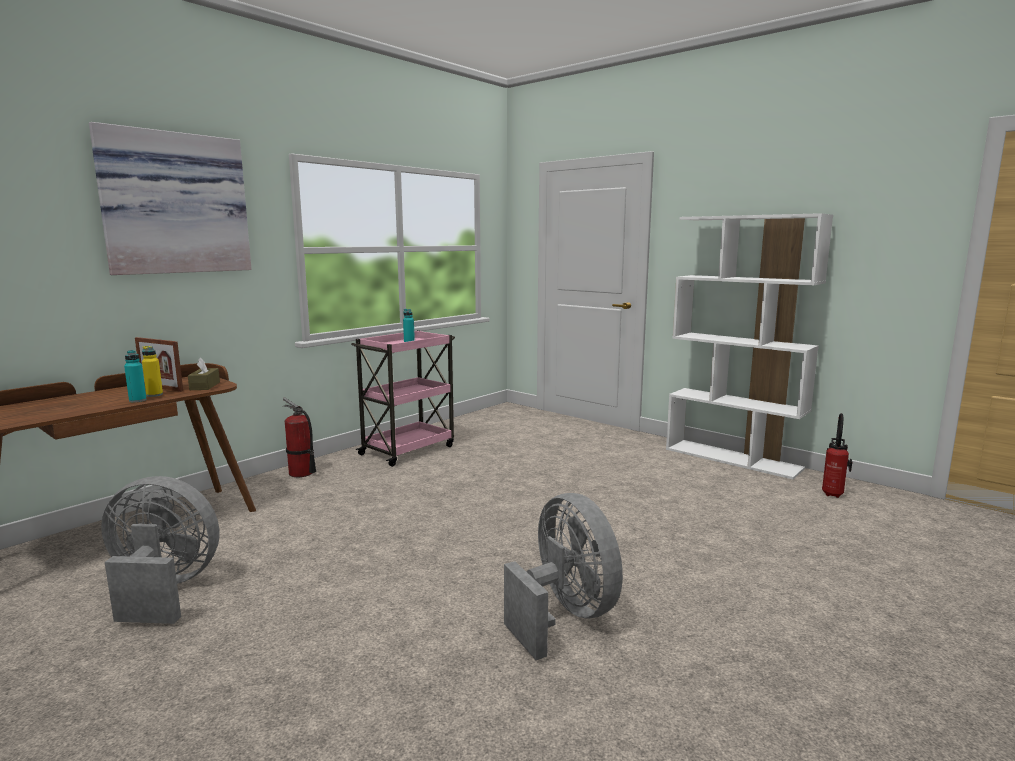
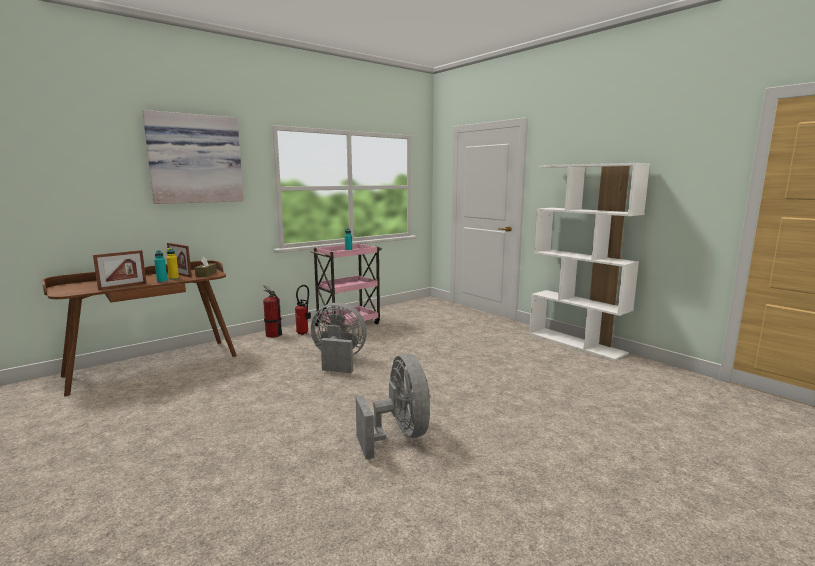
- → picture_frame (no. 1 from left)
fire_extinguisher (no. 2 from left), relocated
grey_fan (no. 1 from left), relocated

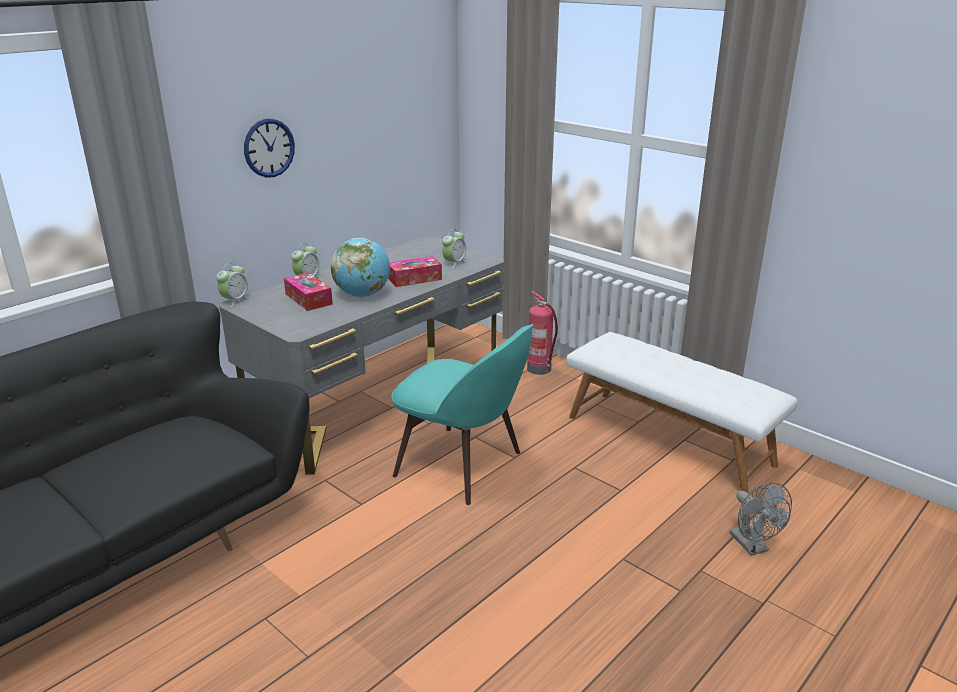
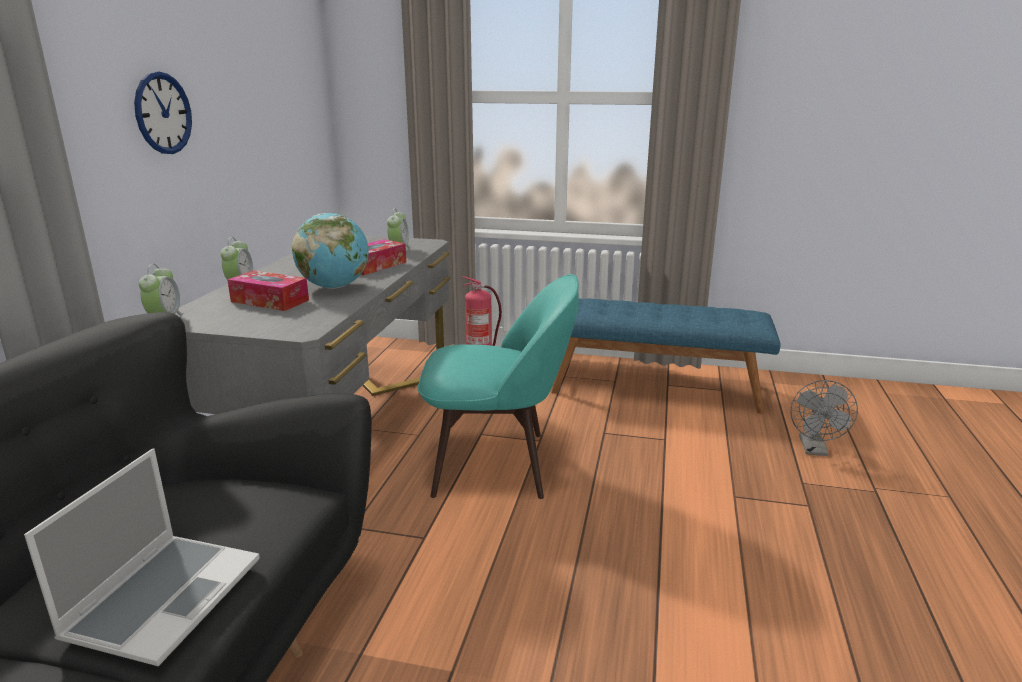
- → laptop
white_bench → blue_bench
grey_fan, 60 degrees clockwise

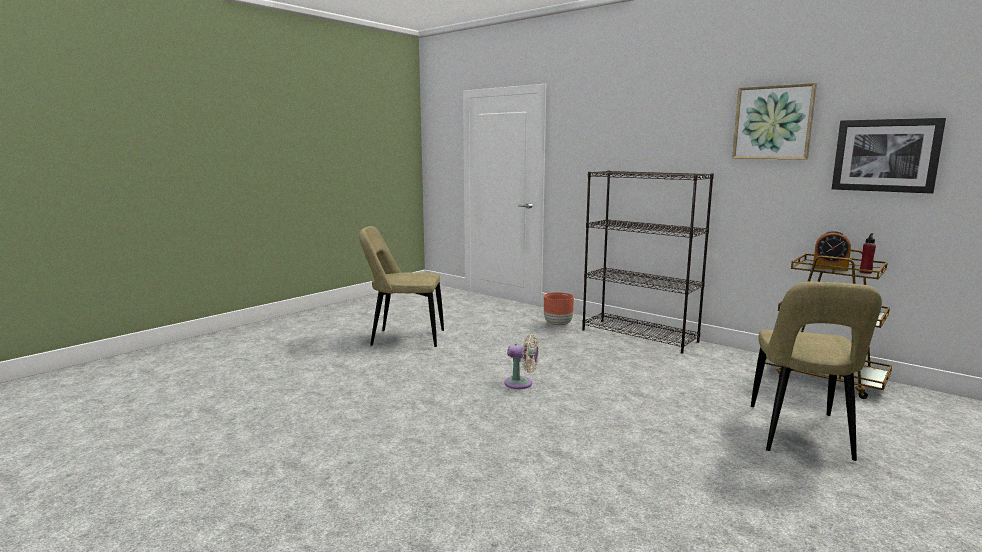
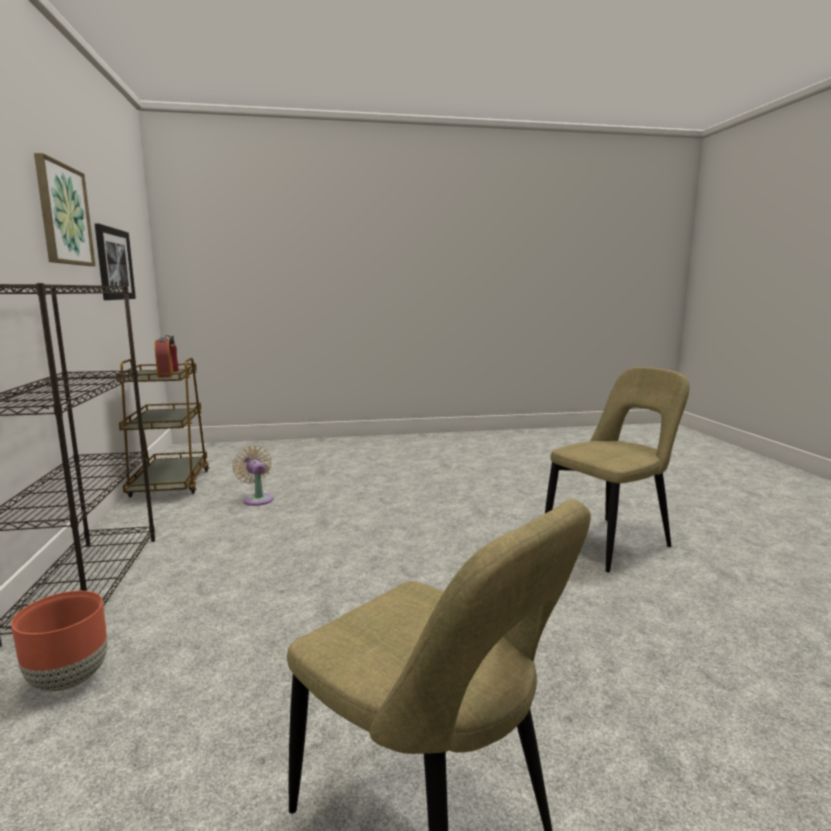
beige_fan, relocated
beige_chair (no. 2 from left), relocated

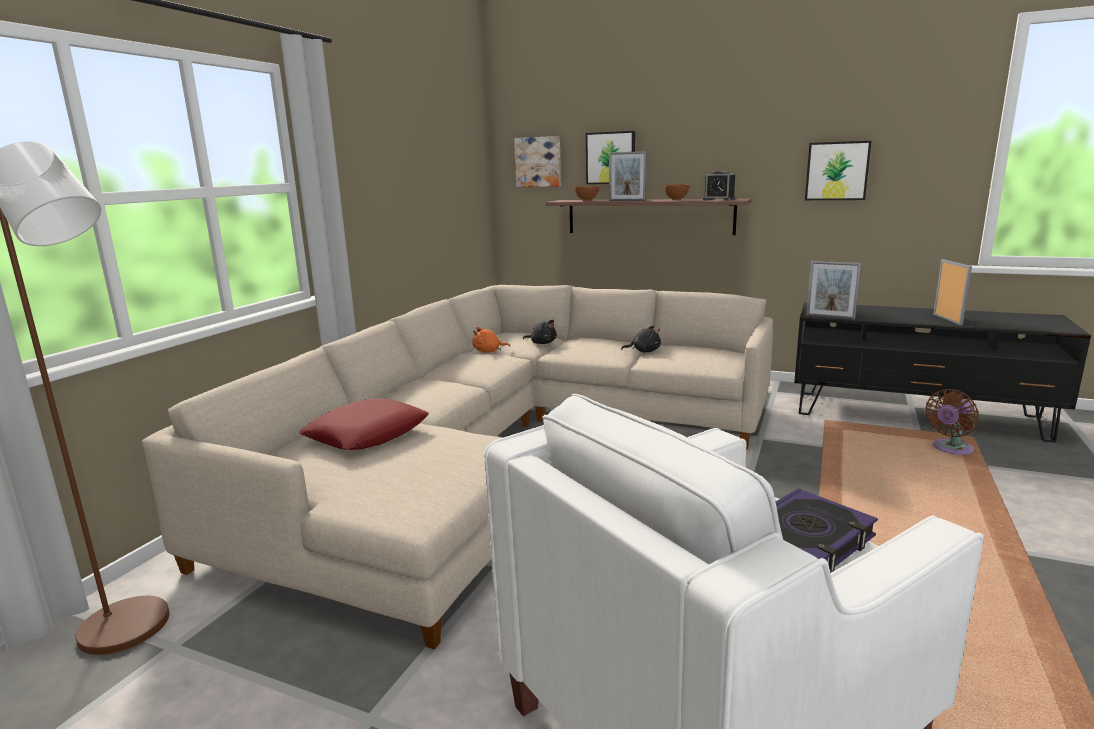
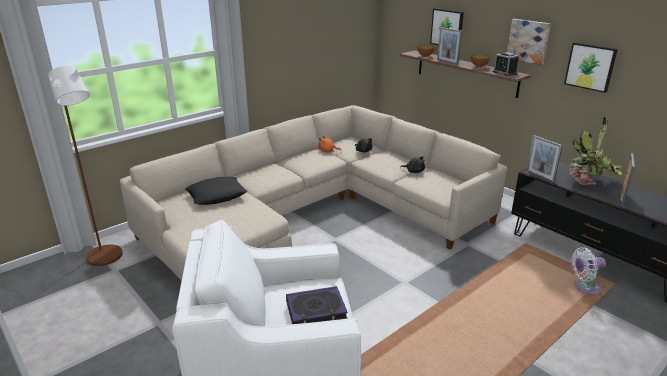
red_pillow → black_pillow
picture (no. 1 from left in the first image) → picture (no. 2 from left), relocated
- → potted_plant
brown_fan → white_fan

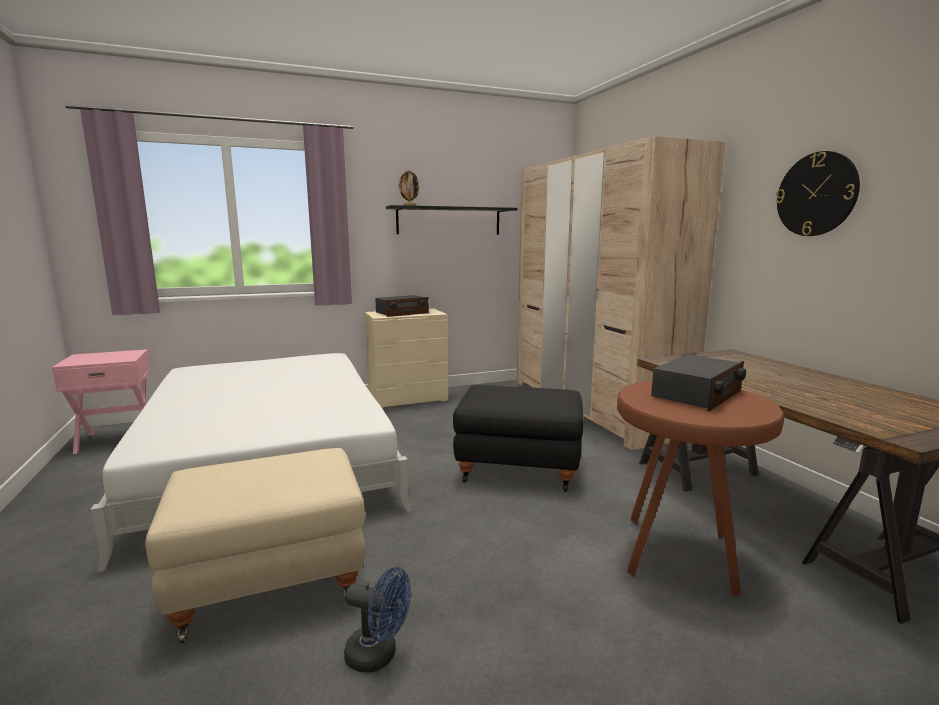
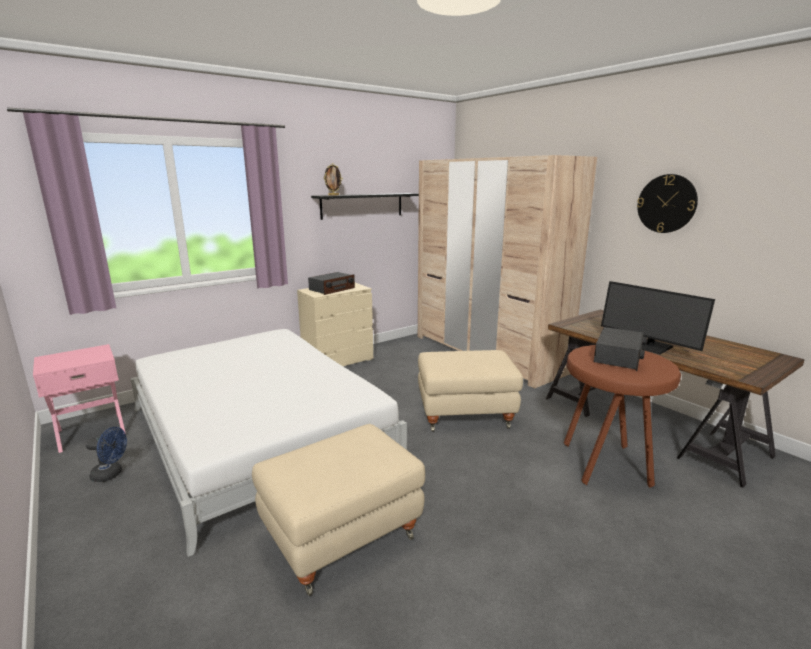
blue_fan, relocated
black_ottoman → beige_ottoman (no. 2 from left)
- → monitor

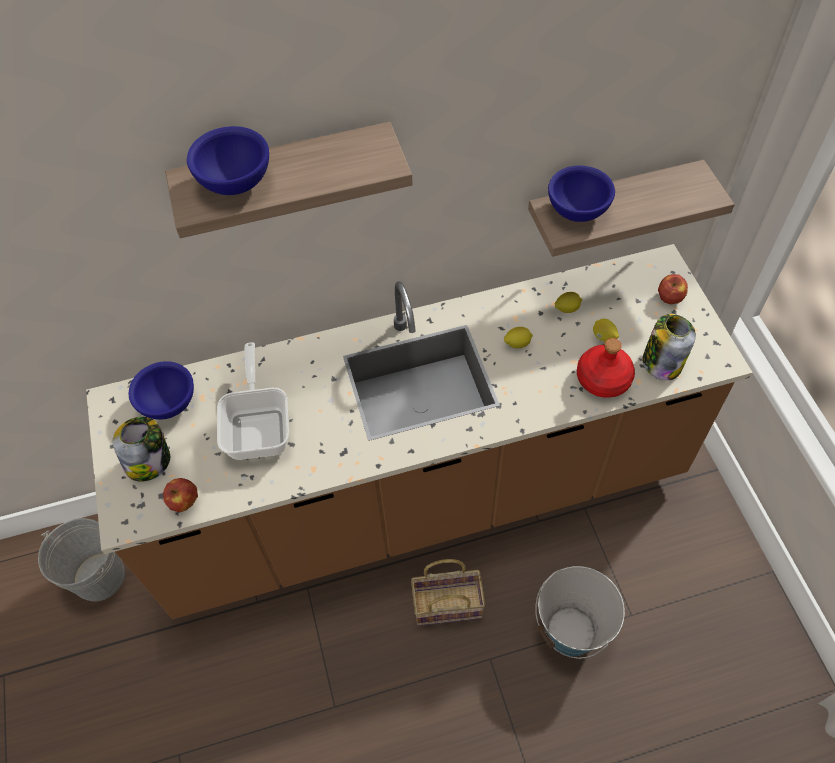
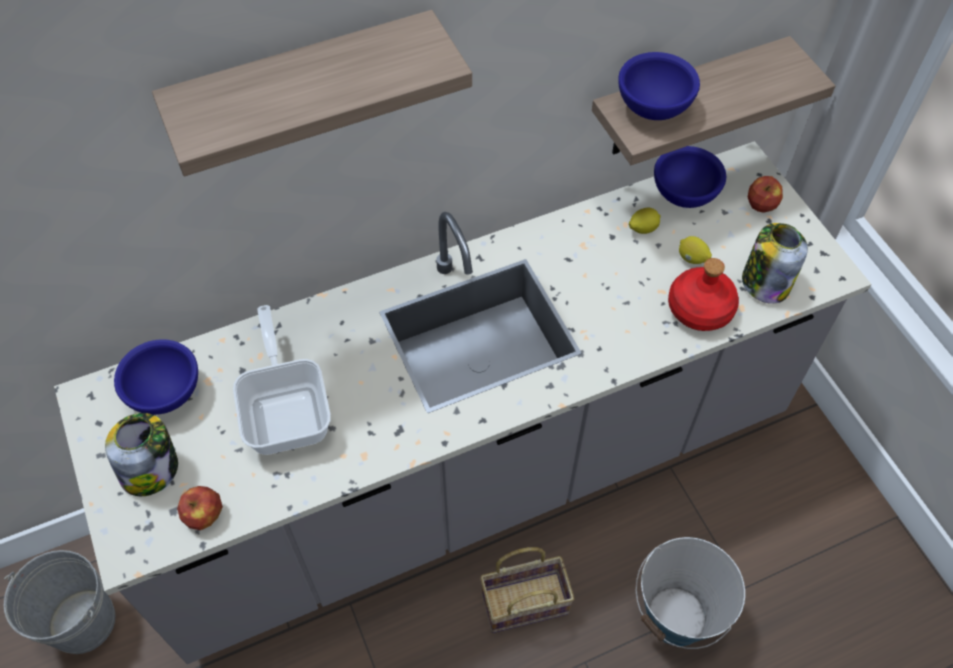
brown_counter → grey_counter
blue_bowl (no. 2 from left in the first image) → blue_bowl (no. 3 from left), relocated
lemon (no. 1 from left) → -

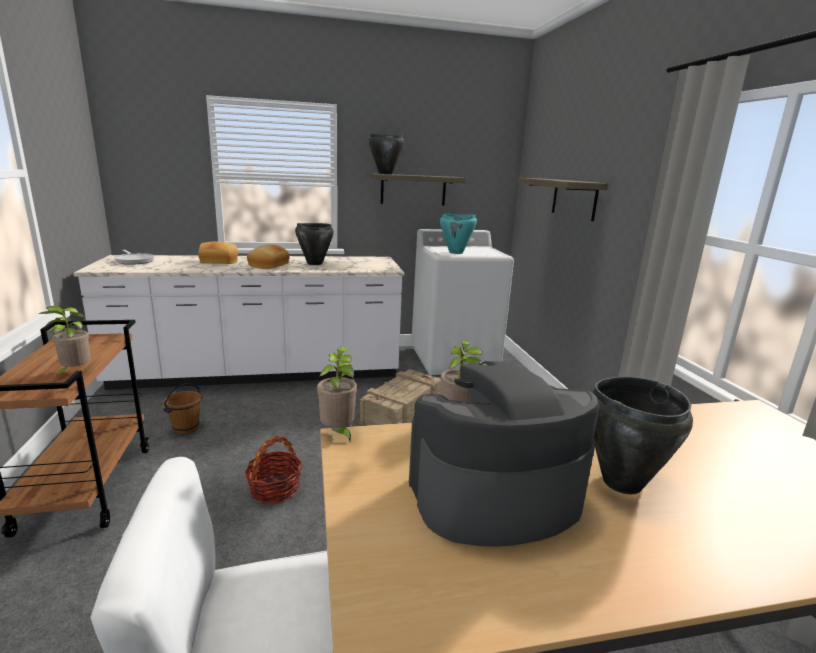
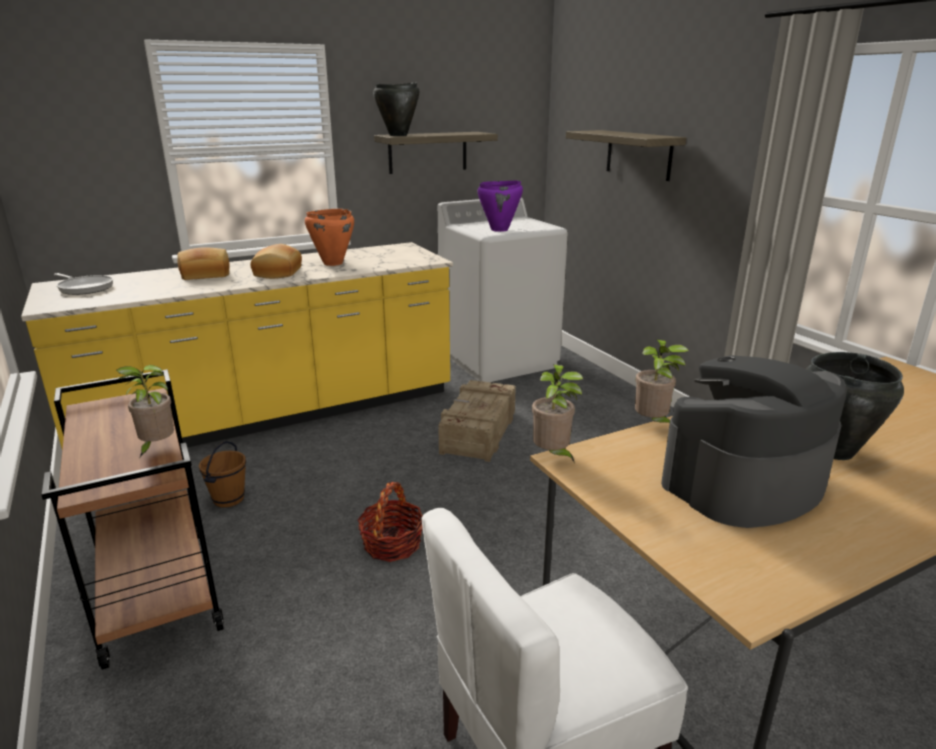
white_counter → yellow_counter
black_cooking_pot (no. 1 from left) → orange_cooking_pot
turquoise_cooking_pot → purple_cooking_pot

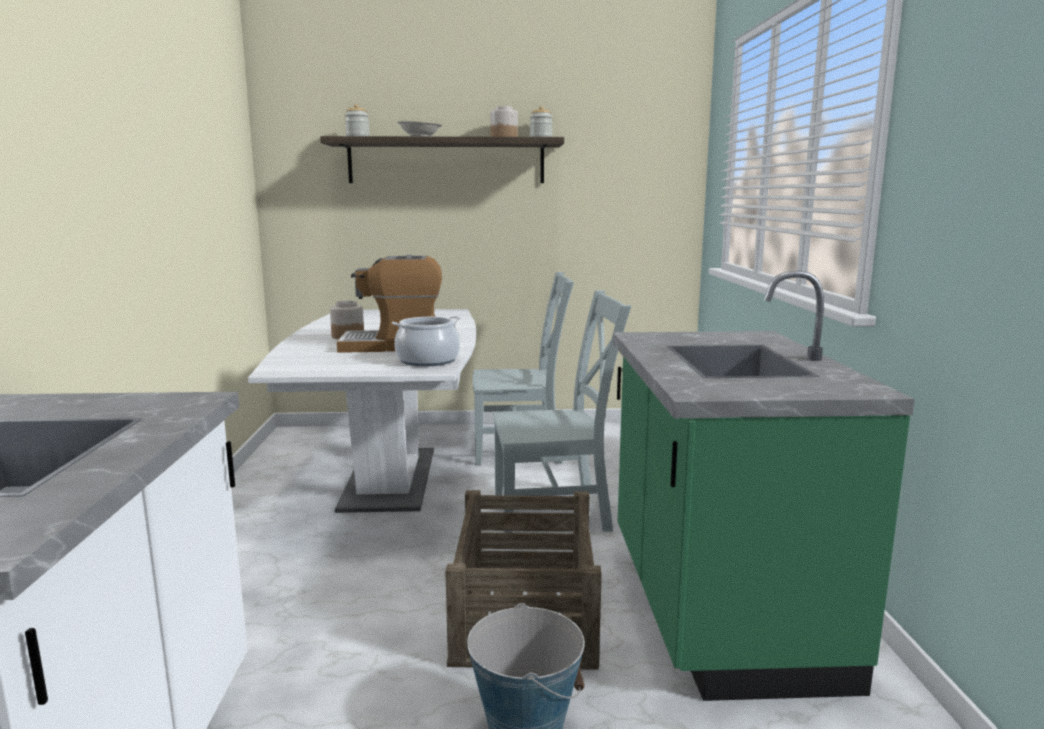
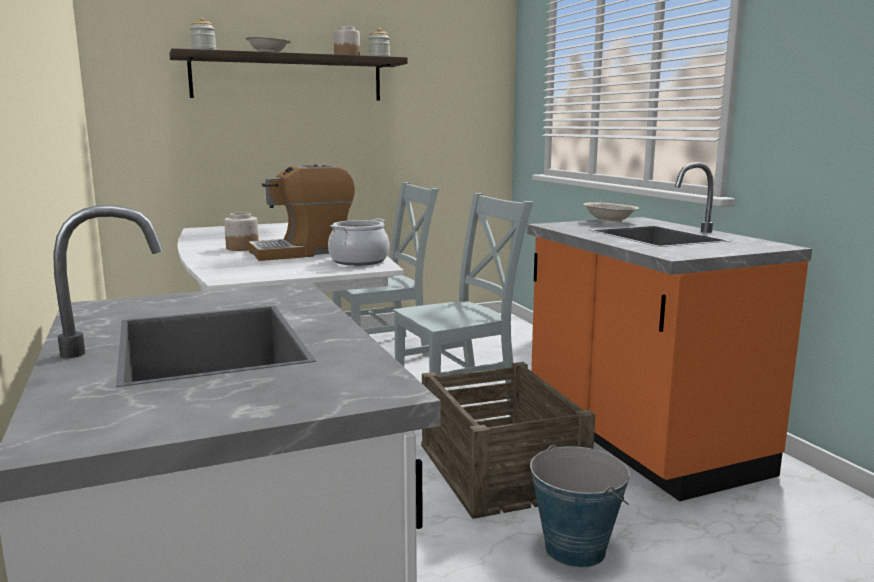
green_counter → orange_counter
- → beige_bowl (no. 2 from left)

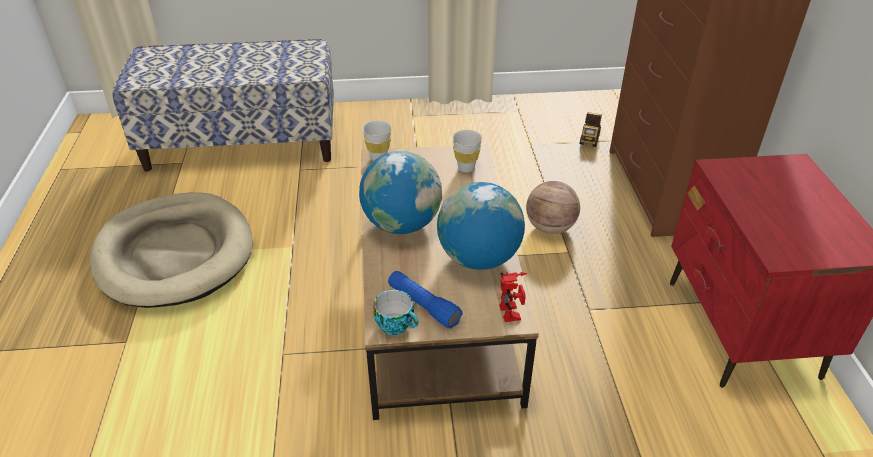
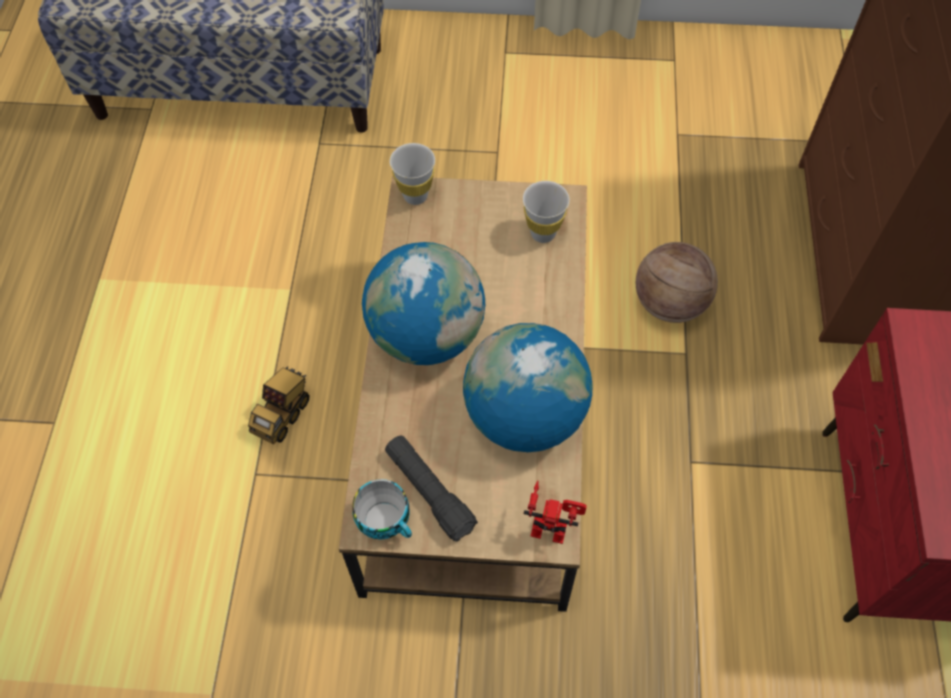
toy_truck, relocated
blue_flashlight → black_flashlight
toy_robot, 75 degrees counterclockwise
beige_dog_bed → -

